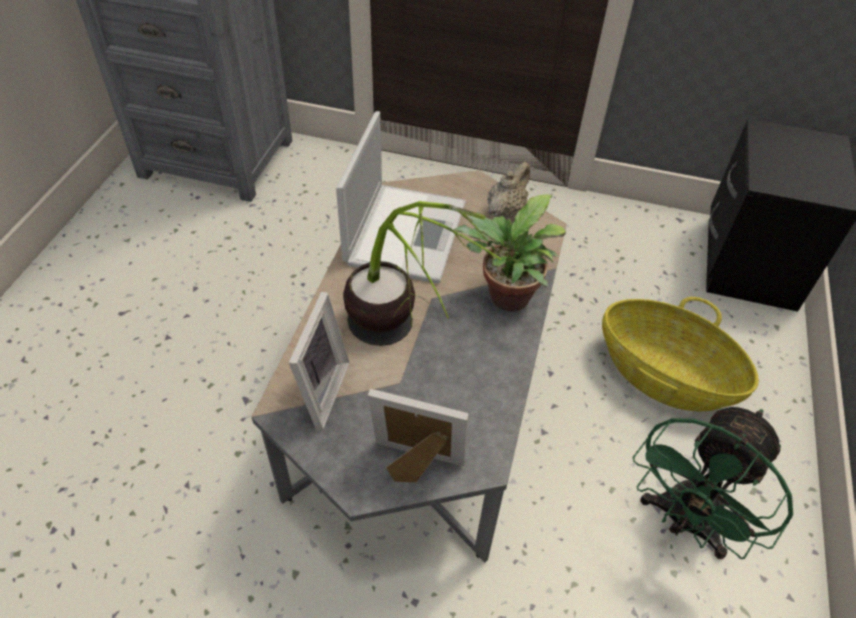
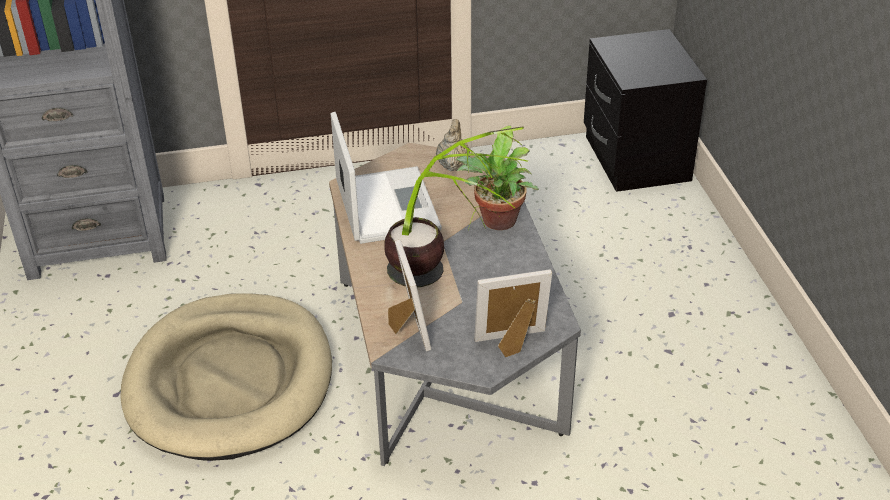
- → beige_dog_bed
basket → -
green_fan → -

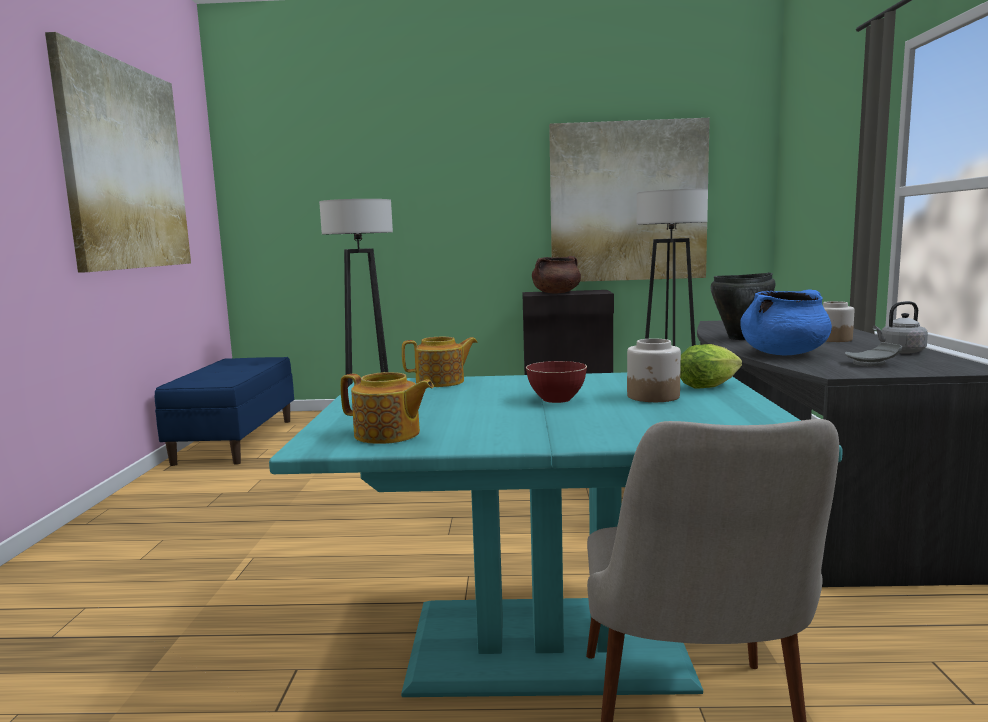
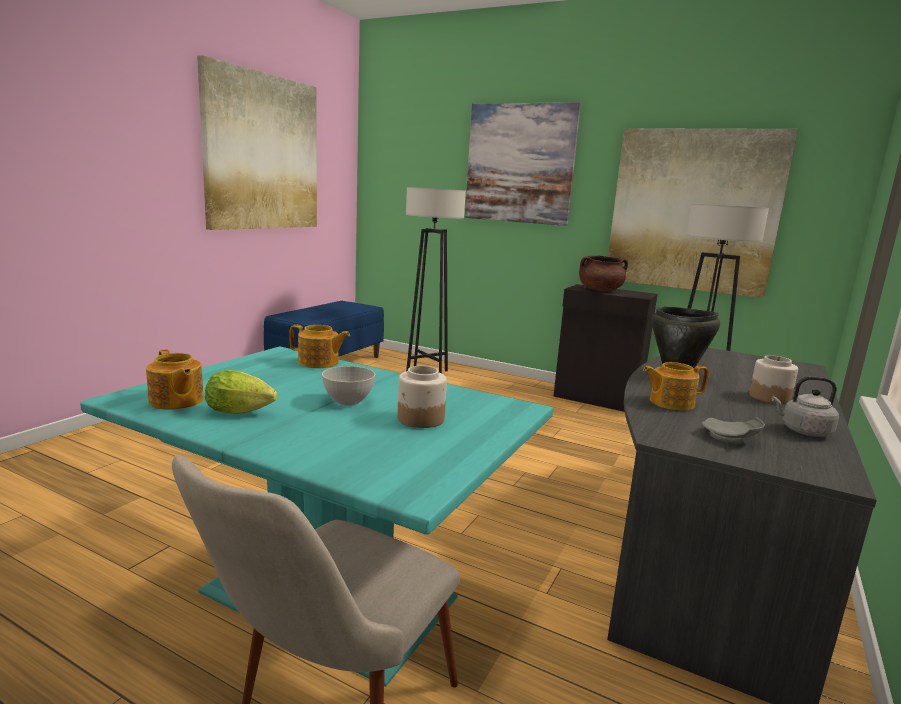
lettuce, relocated
red_bowl → grey_bowl
- → picture (no. 2 from left)
blue_cooking_pot → teapot (no. 3 from left)

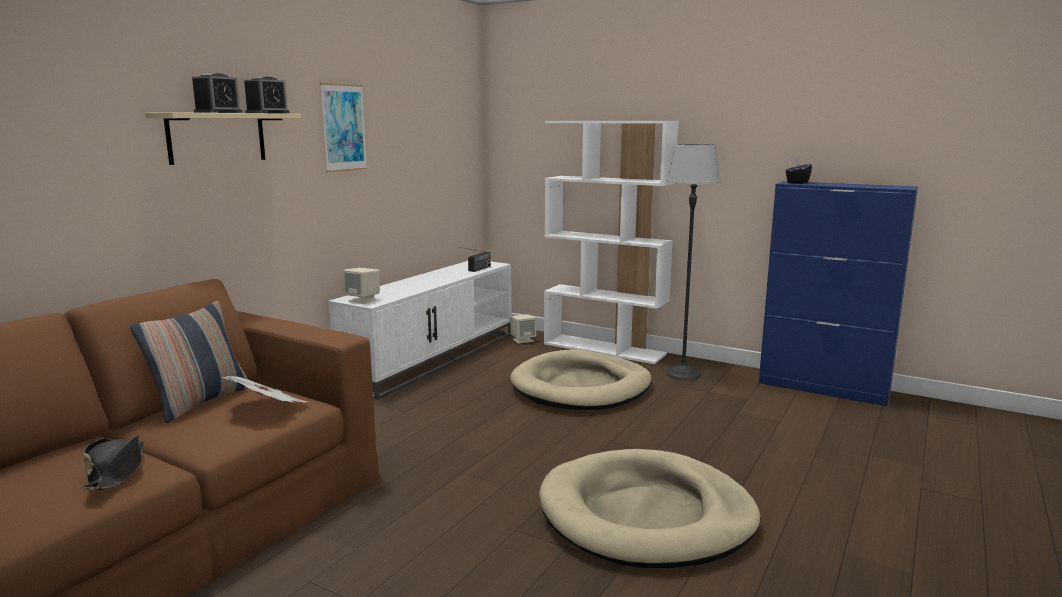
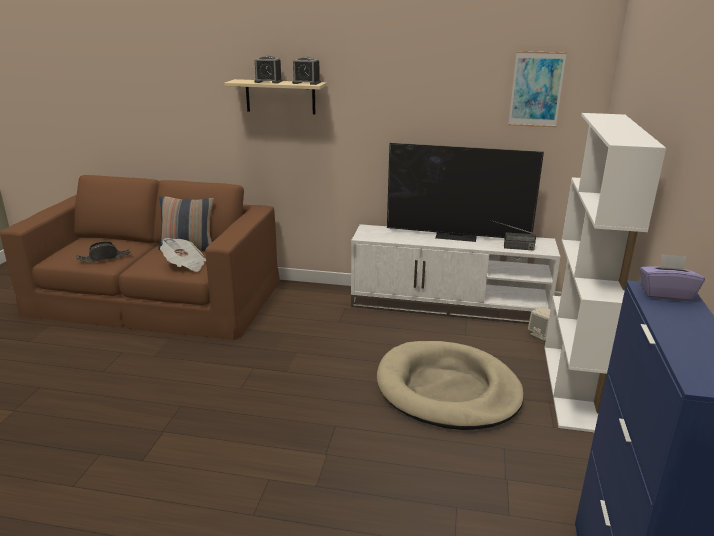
- → television
picture, relocated
black_tissue_box → purple_tissue_box
beige_speaker (no. 1 from left) → -
beige_dog_bed (no. 2 from left) → -
floor_lamp → -

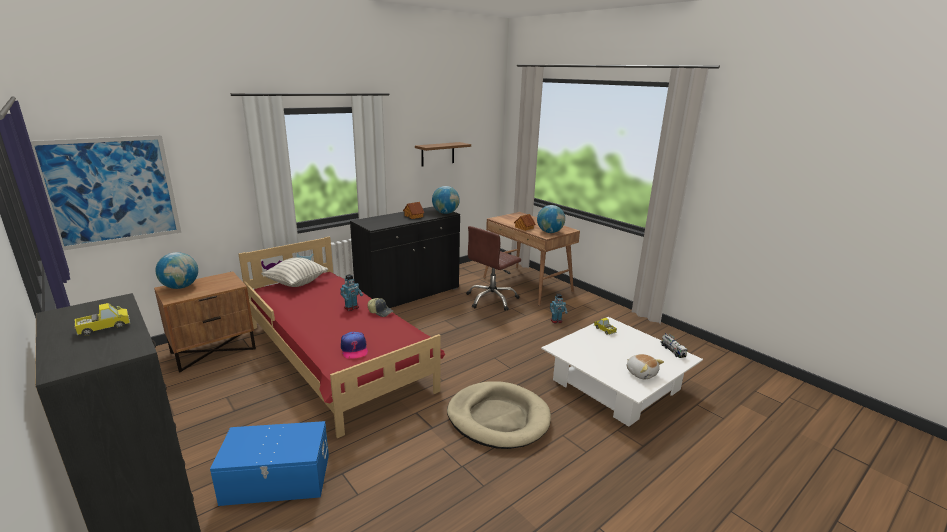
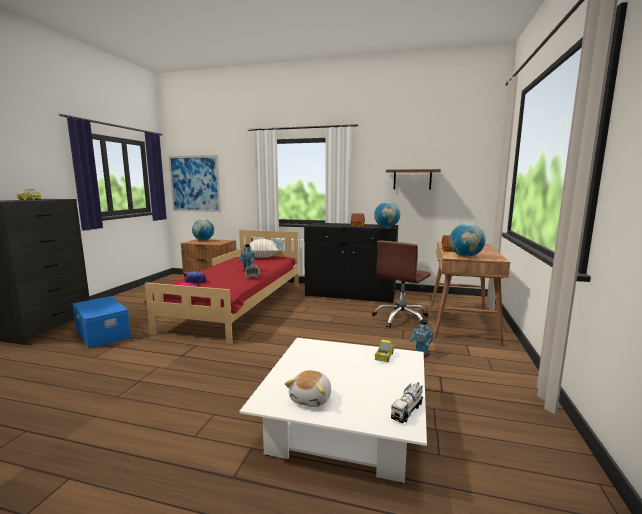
brown_office_chair, 60 degrees counterclockwise
beige_dog_bed → -

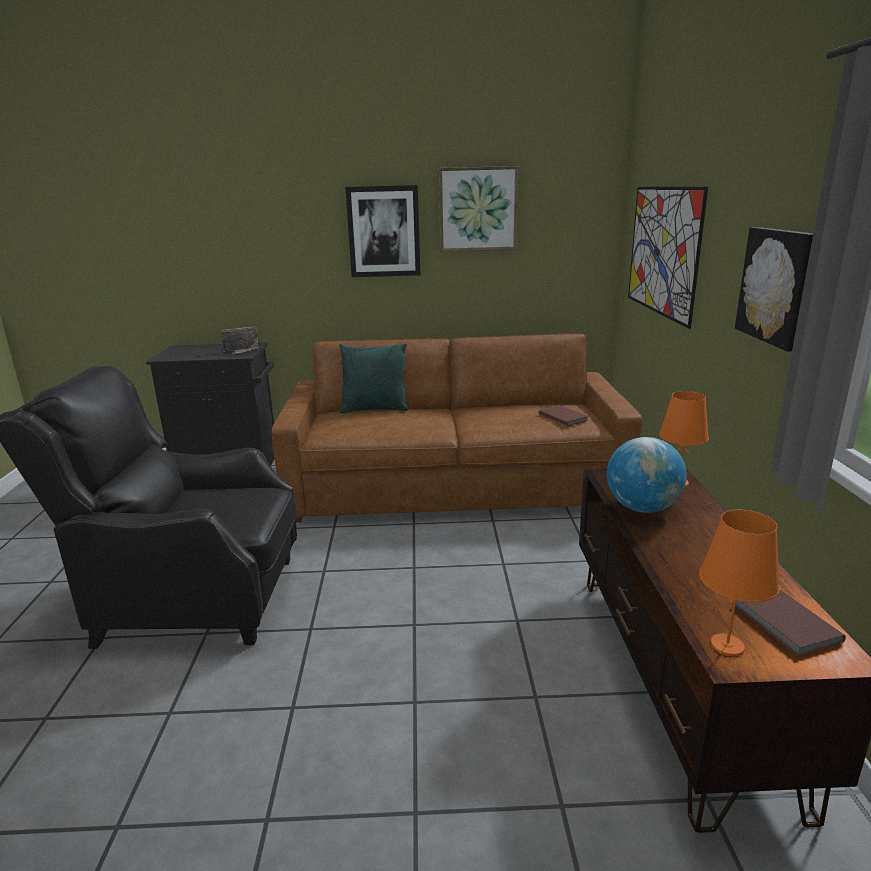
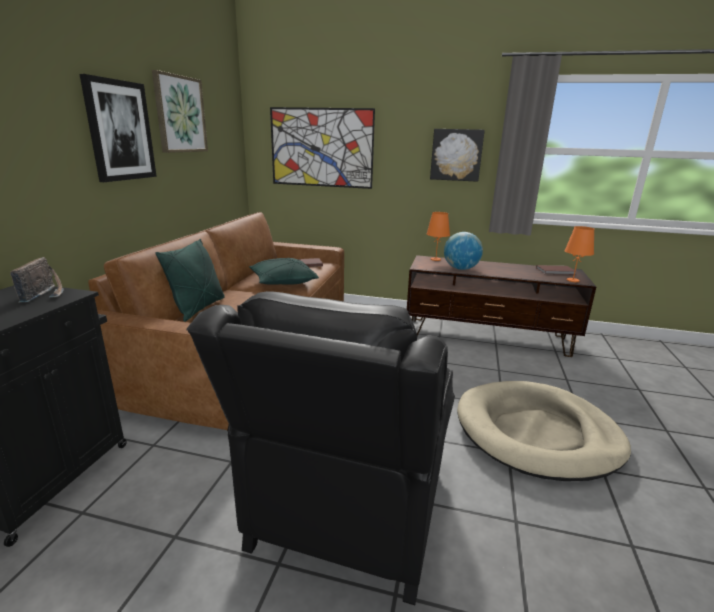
- → green_pillow (no. 2 from left)
- → beige_dog_bed

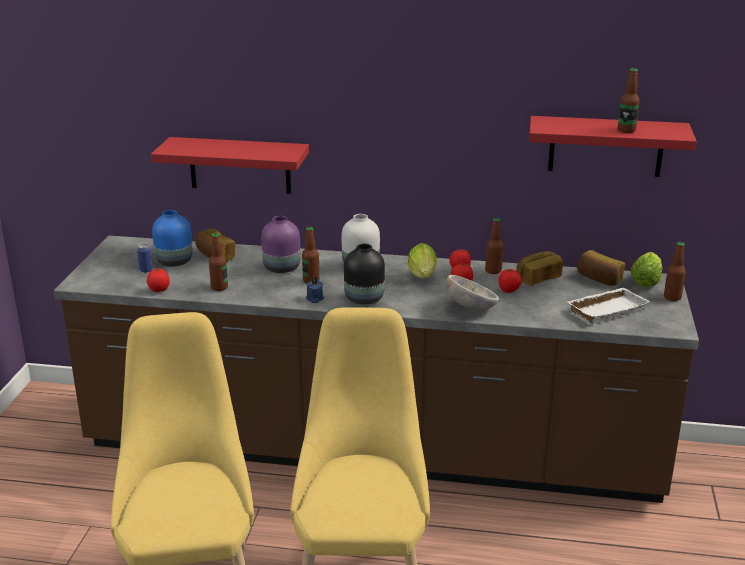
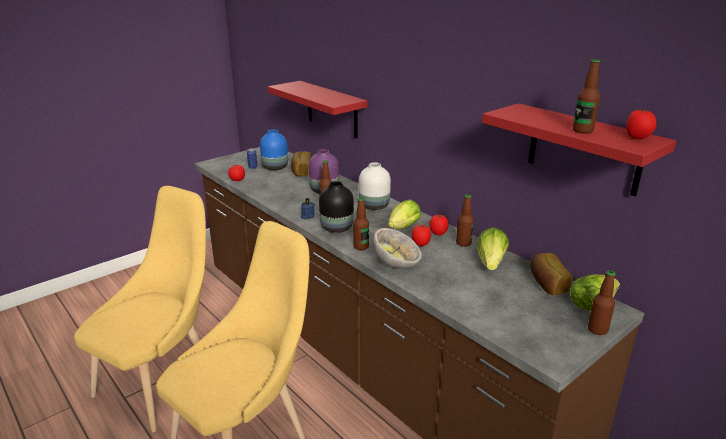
bottle (no. 1 from left in the first image) → bottle (no. 2 from left), relocated
bread (no. 2 from left) → lettuce (no. 2 from left)
tomato (no. 4 from left), relocated
white_tray → -

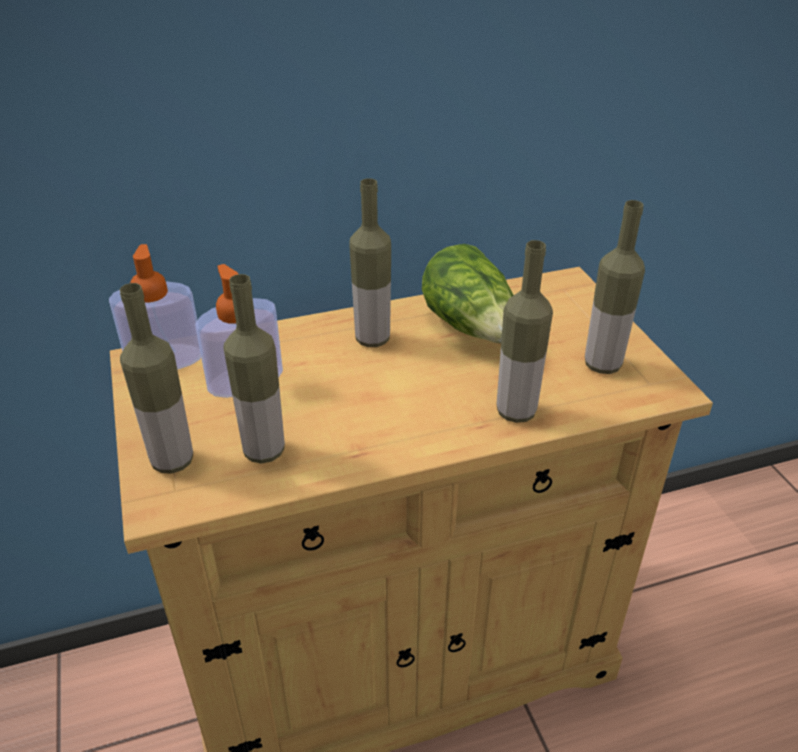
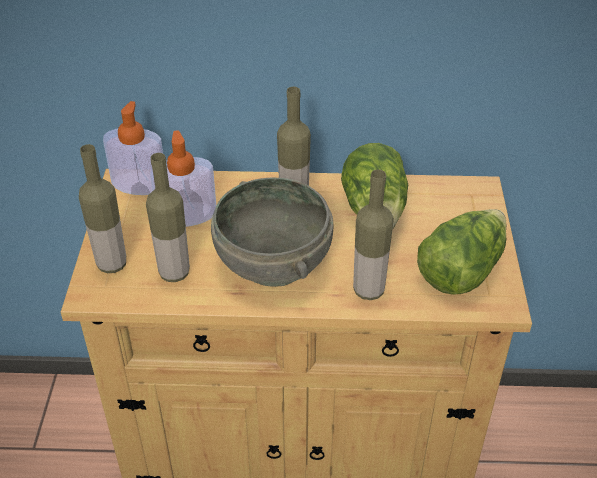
- → grey_bowl
bottle (no. 5 from left) → lettuce (no. 2 from left)

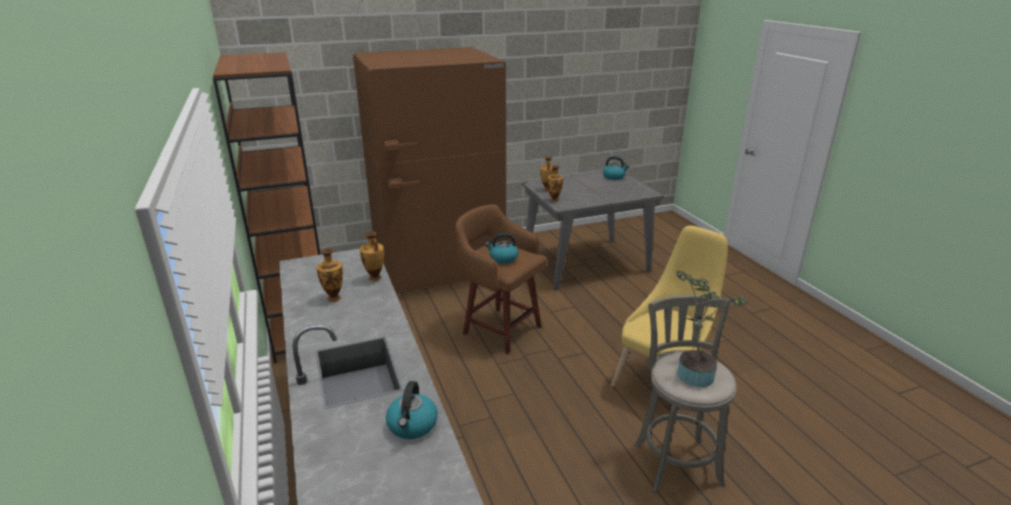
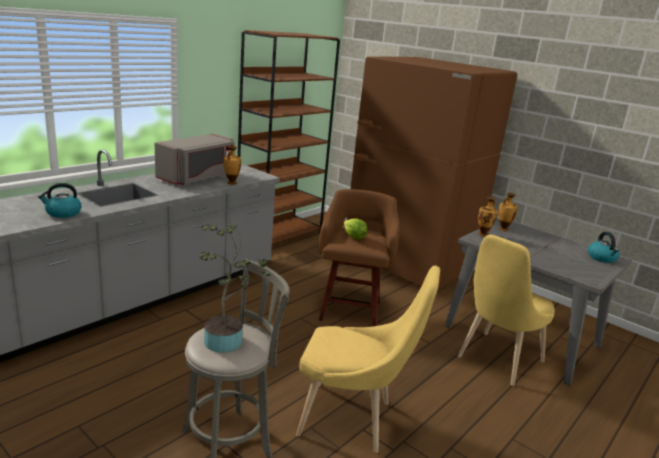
vase (no. 1 from left) → grey_microwave
kettle (no. 2 from left) → lettuce
- → yellow_chair (no. 2 from left)

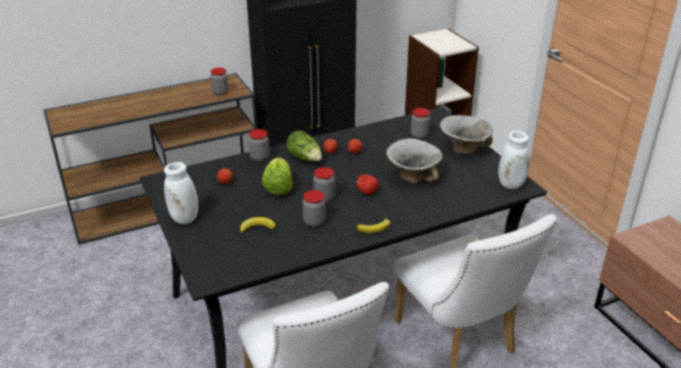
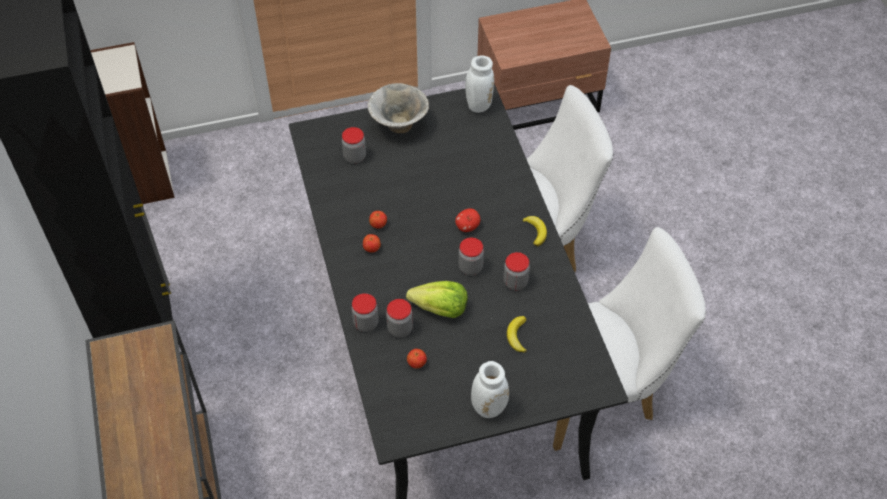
jar (no. 1 from left in the first image) → jar (no. 3 from left), relocated
lettuce (no. 2 from left) → -
bowl (no. 1 from left) → -

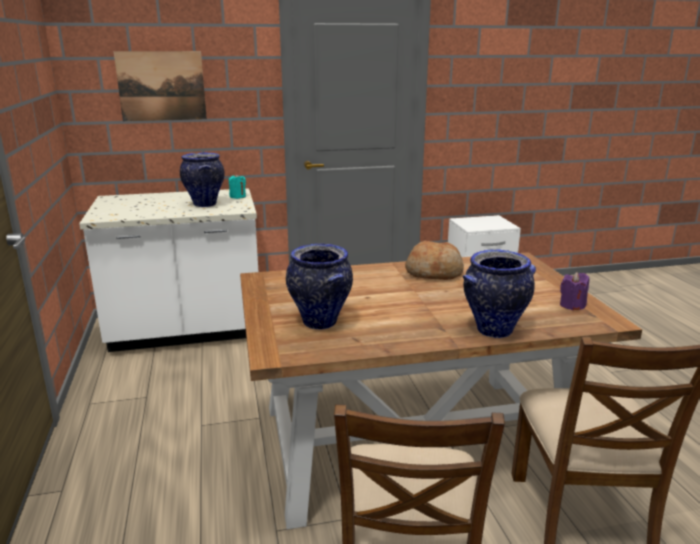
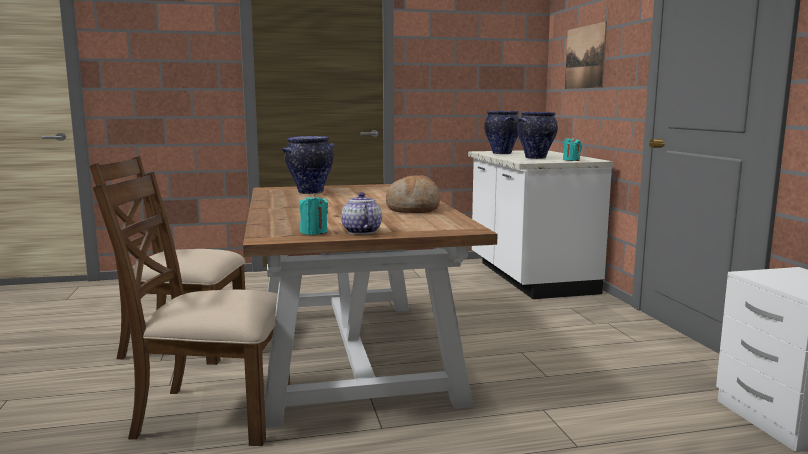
purple_candle → turquoise_candle (no. 1 from left)
- → teapot
vase (no. 3 from left in the first image) → vase (no. 2 from left), relocated

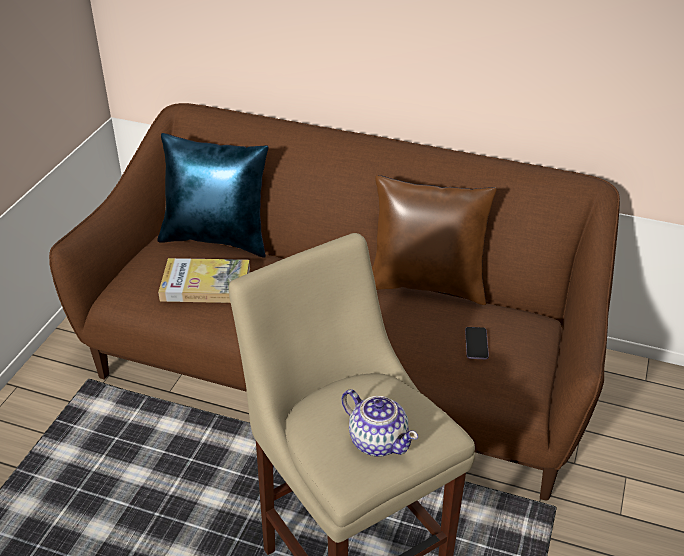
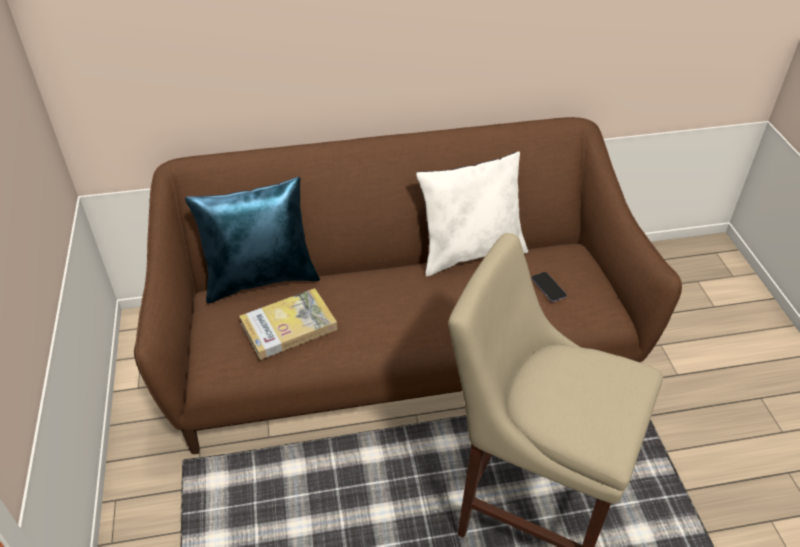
brown_pillow → white_pillow
teapot → -

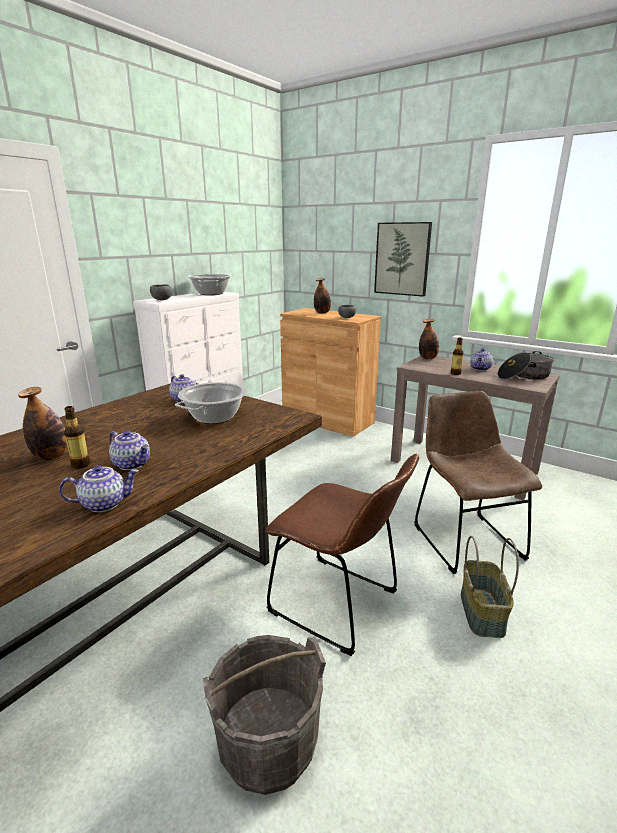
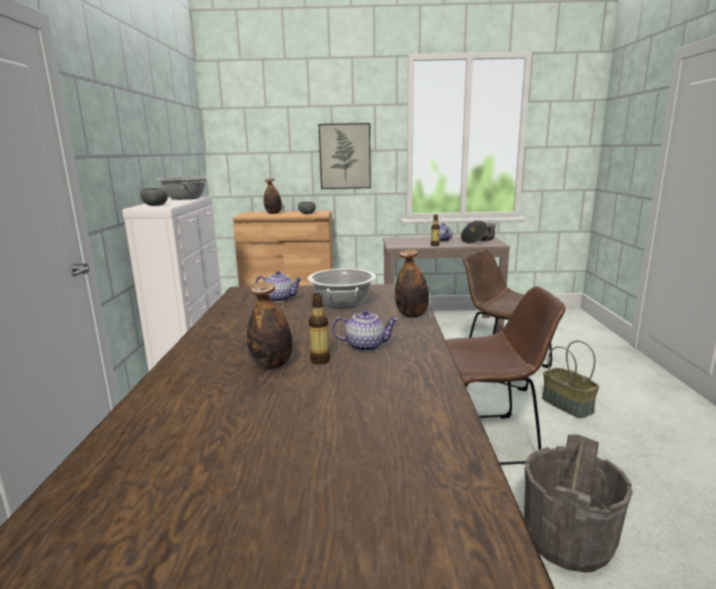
bottle (no. 4 from left), relocated
teapot (no. 1 from left) → -

